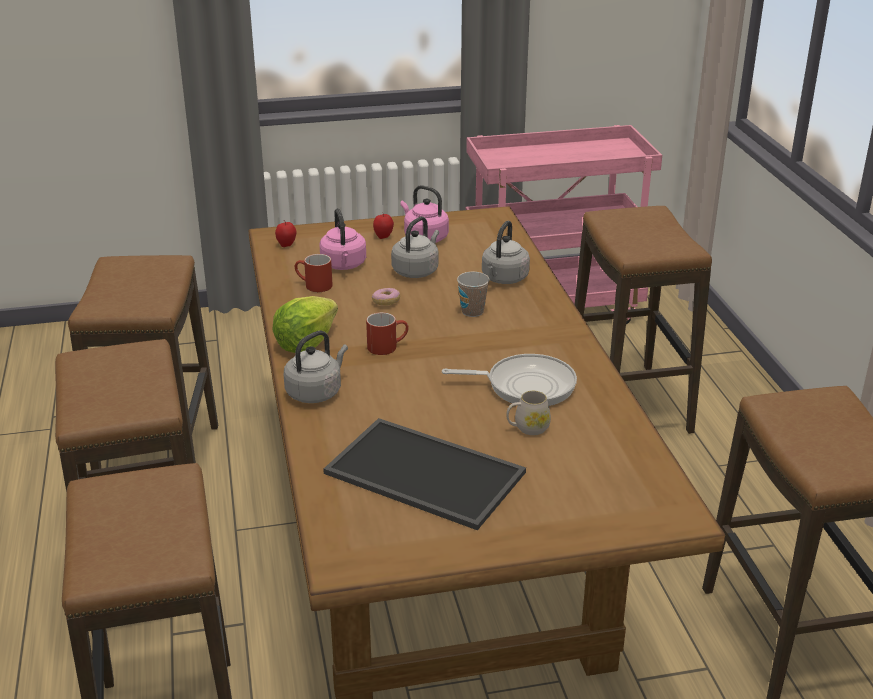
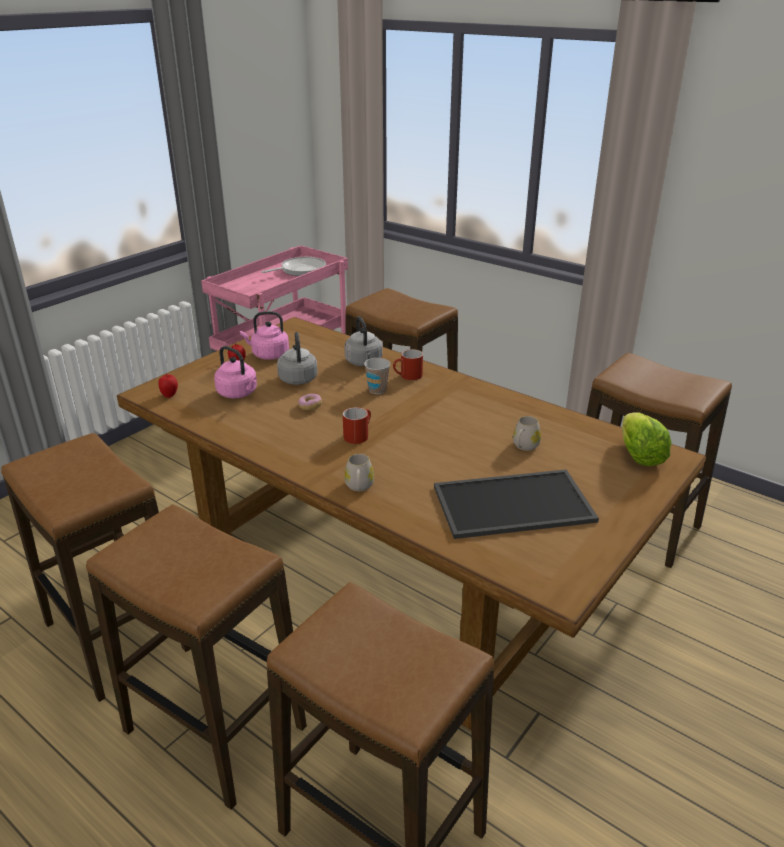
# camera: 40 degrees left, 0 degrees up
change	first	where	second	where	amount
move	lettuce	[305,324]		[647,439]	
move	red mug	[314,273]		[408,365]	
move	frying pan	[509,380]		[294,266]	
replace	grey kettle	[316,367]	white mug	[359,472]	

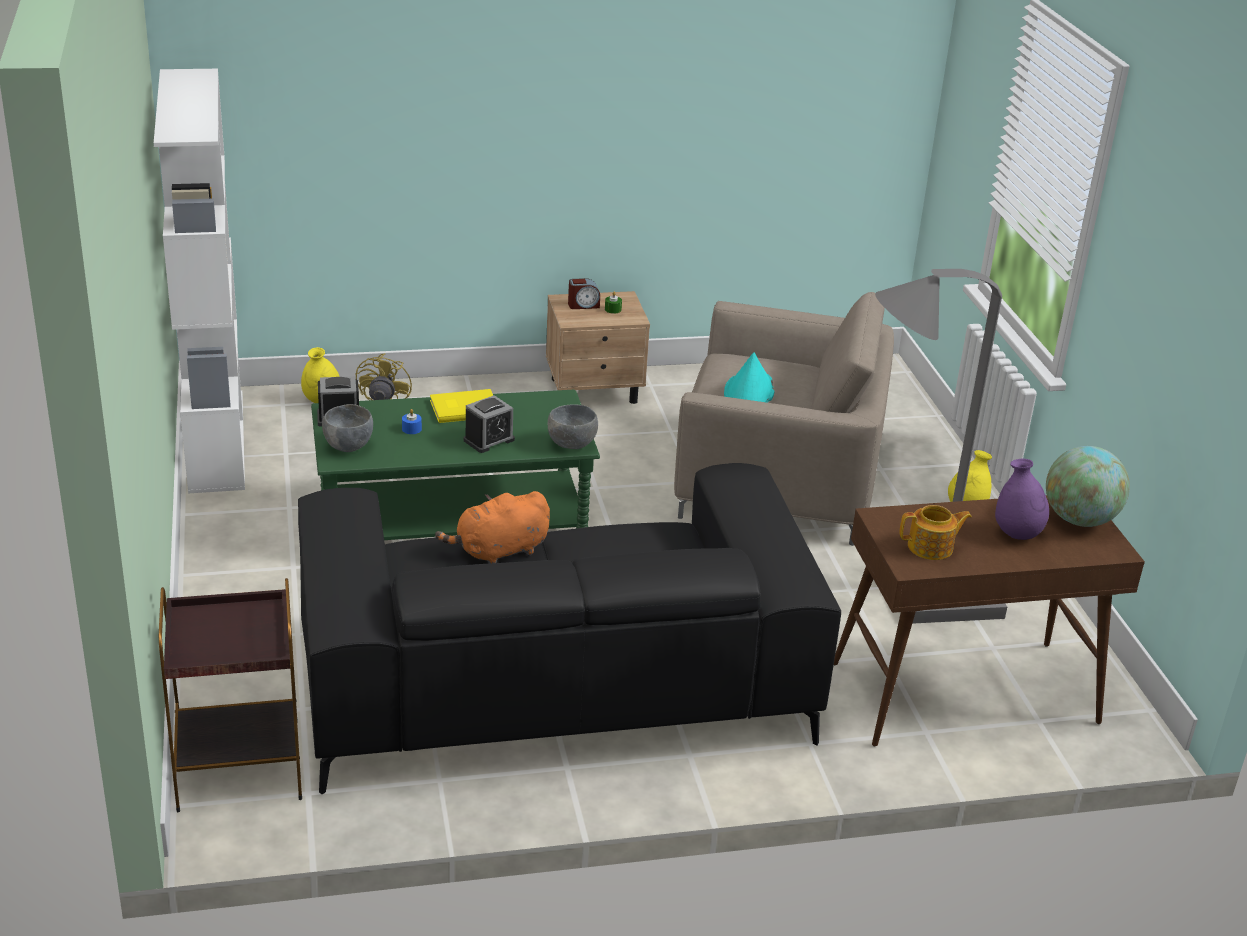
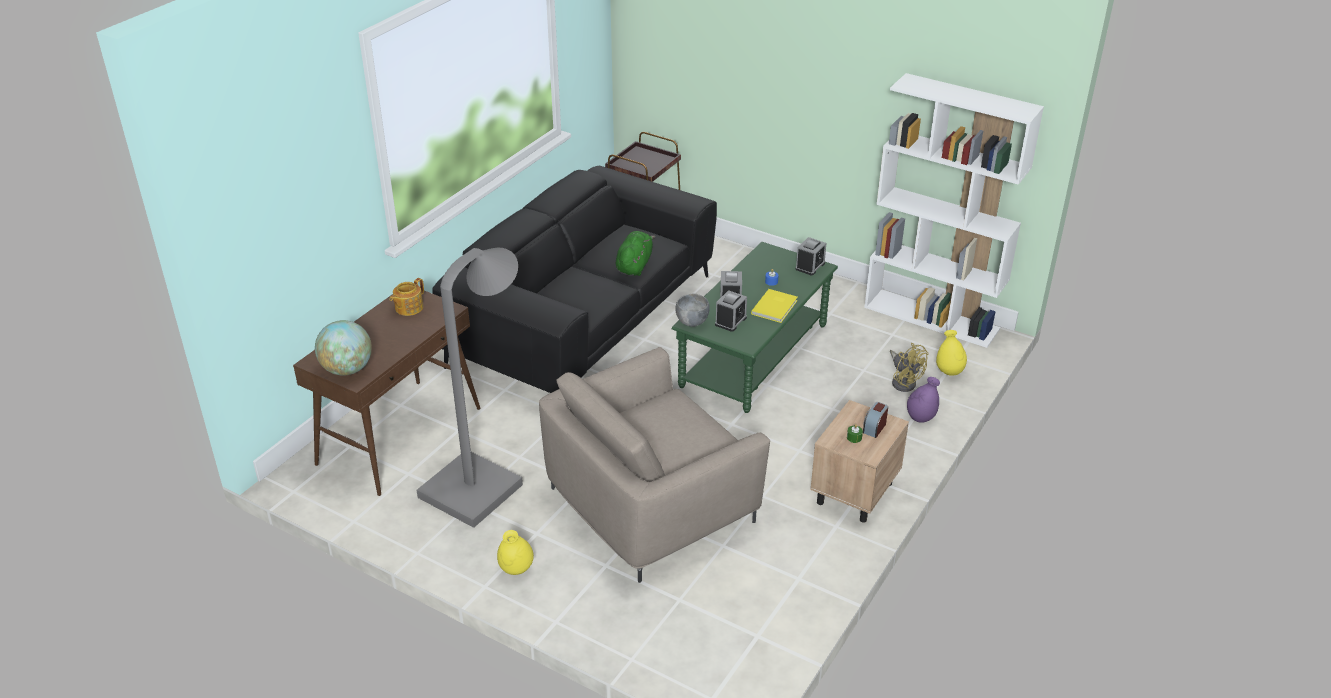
# camera: 135 degrees right, 5 degrees up
change	first	where	second	where	amount
delete	grey bowl	[347,428]			
delete	turquoise hat	[749,377]			
insert			alarm clock	[731,311]	
move	purple vase	[1022,499]		[923,400]	
recolor	orange plush toy	[492,527]	green plush toy	[635,253]	

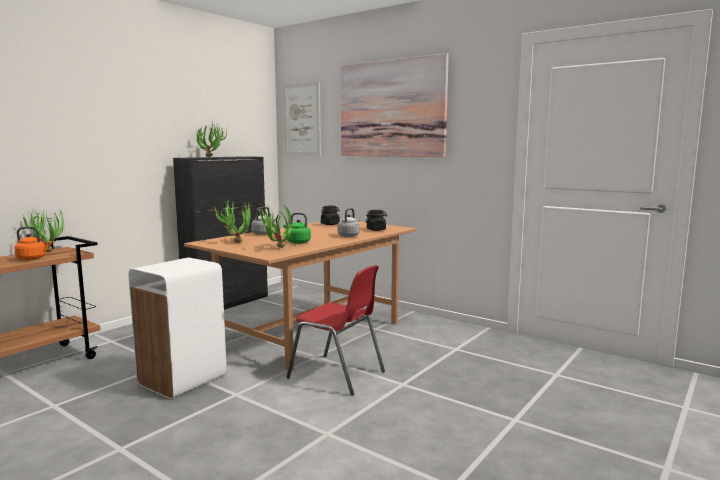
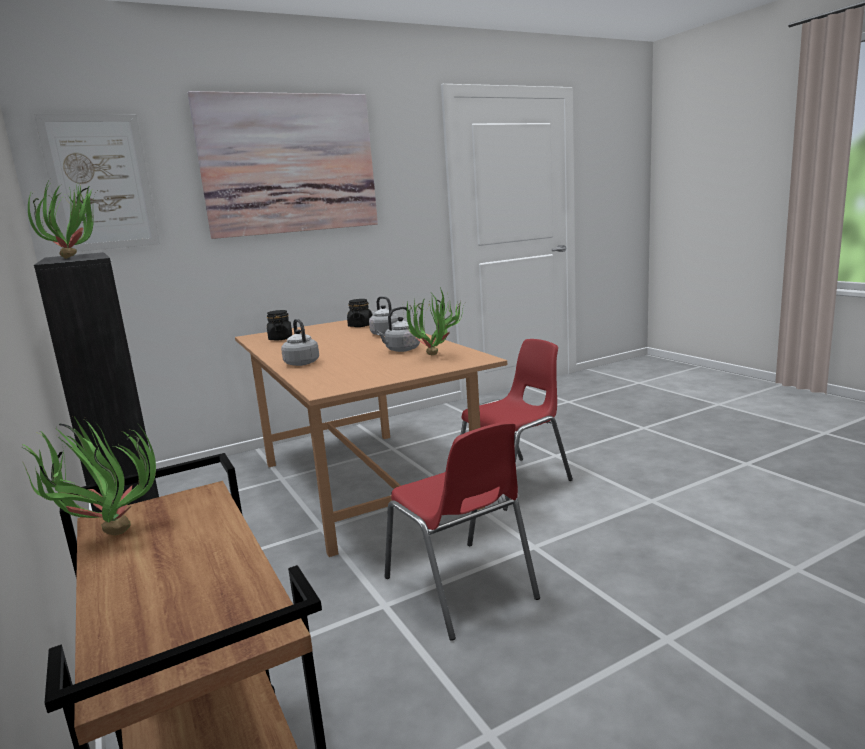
# camera: 65 degrees left, 5 degrees up
change	first	where	second	where	amount
delete	orange kettle	[32,243]			
delete	potted plant	[232,221]			
replace	white trash can	[178,328]	red chair	[462,531]	
recolor	green kettle	[297,228]	grey kettle	[398,329]	

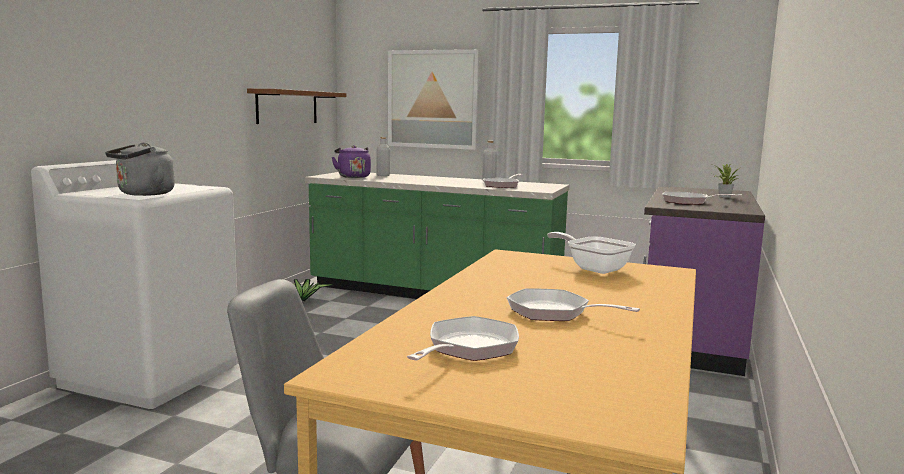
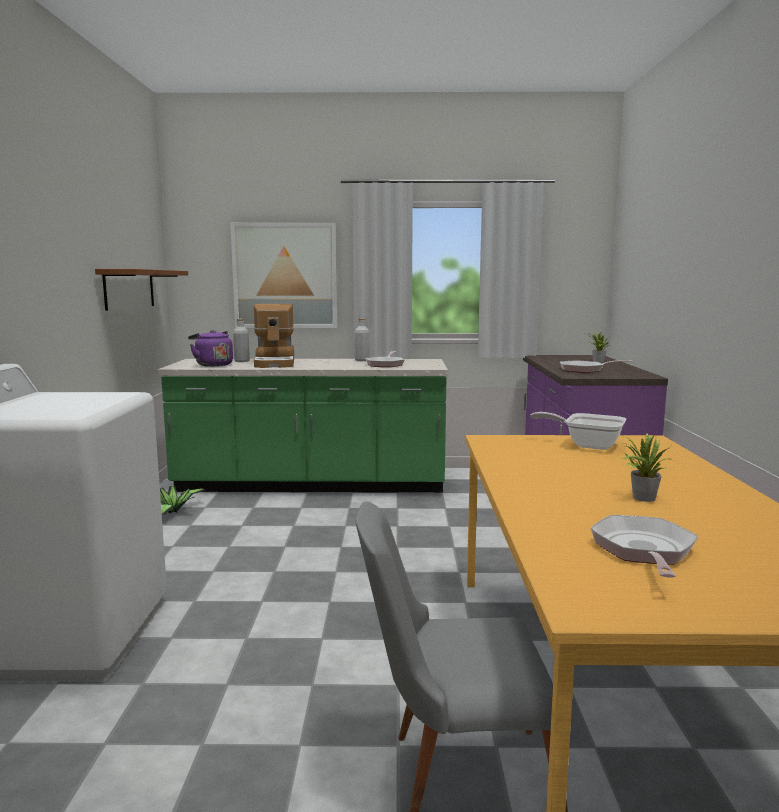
# camera: 20 degrees left, 0 degrees up
change	first	where	second	where	amount
delete	grey kettle	[140,169]			
insert			coffee machine	[274,336]	
replace	frying pan	[573,304]	potted plant	[647,467]	

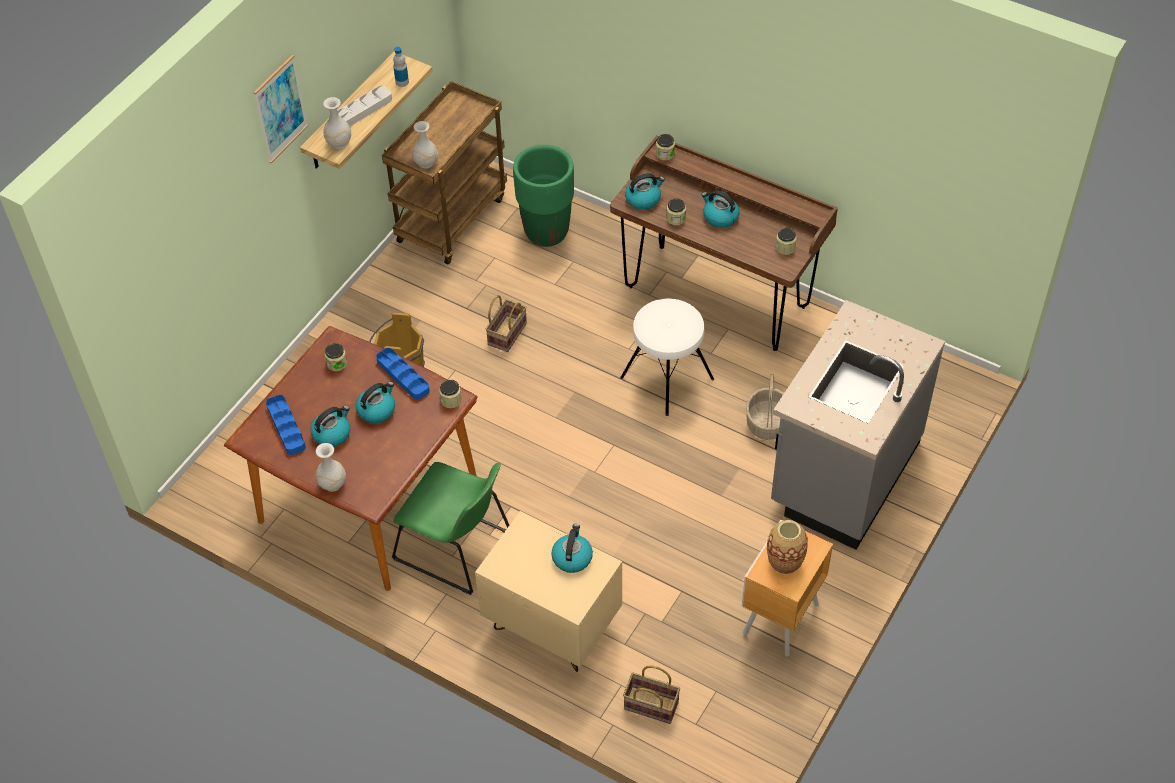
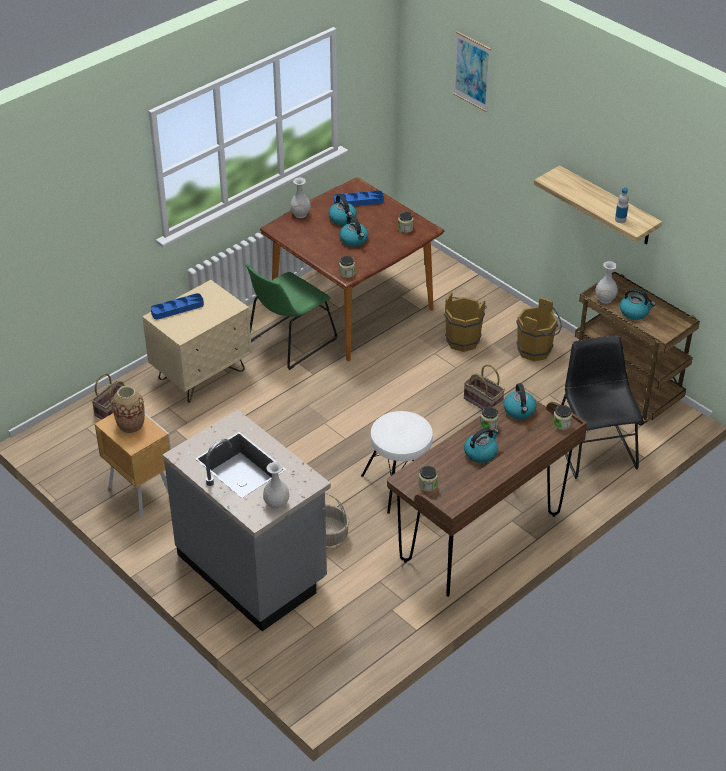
# camera: 105 degrees right, 10 degrees down
change	first	where	second	where	amount
delete	grey tray	[364,105]			
insert			brown bucket	[539,329]	
move	picture	[281,109]		[472,71]	
move	white vase	[337,123]		[276,486]	
move	blue tray	[403,374]		[177,306]	
move	kettle	[572,548]		[638,304]	
replace	green planter	[543,196]	black chair	[602,407]	

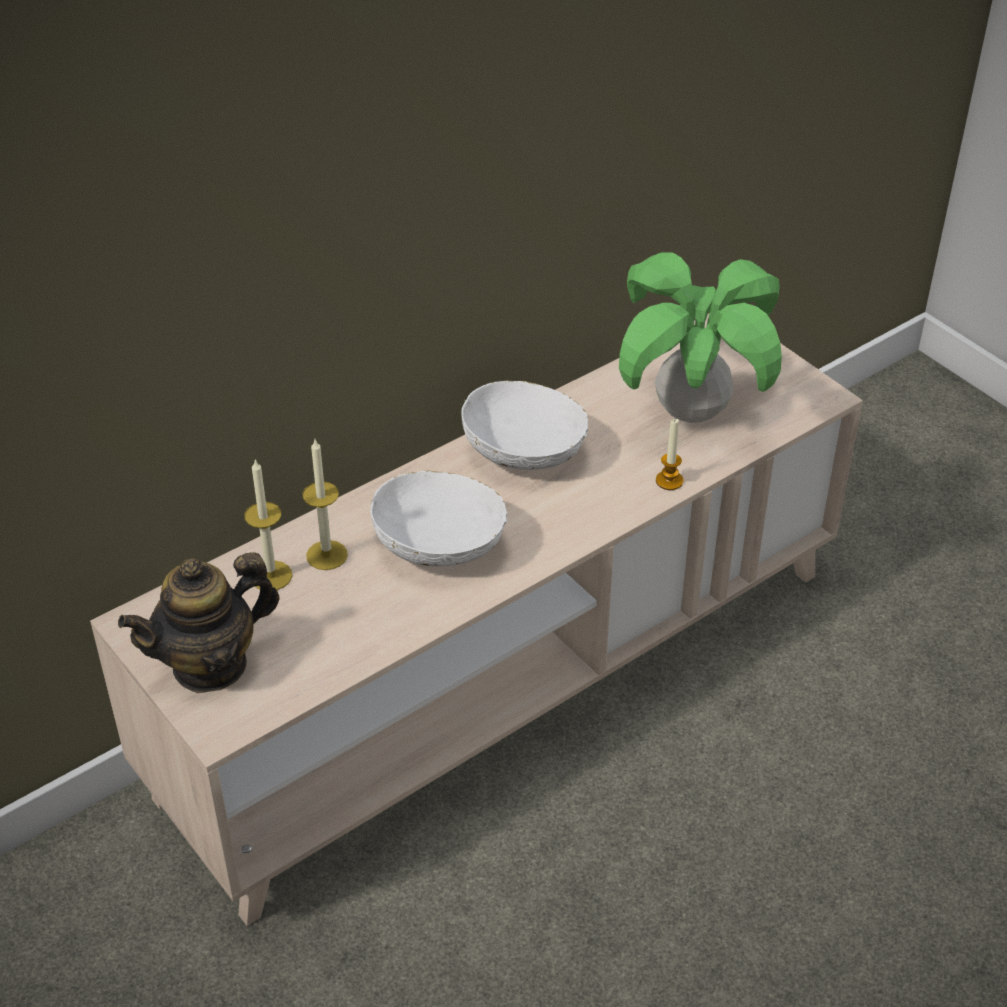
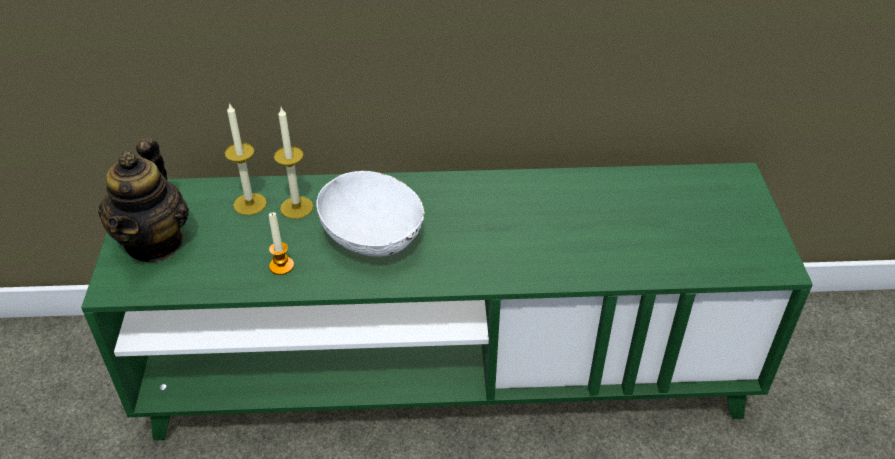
# camera: 35 degrees right, 0 degrees up
change	first	where	second	where	amount
delete	white bowl	[524,425]			
delete	potted plant	[700,337]			
move	candle	[669,454]		[281,243]	
recolor	beige tv stand	[476,620]	green tv stand	[447,301]	
rotate	teapot	[198,622]		[143,200]	90 degrees counterclockwise

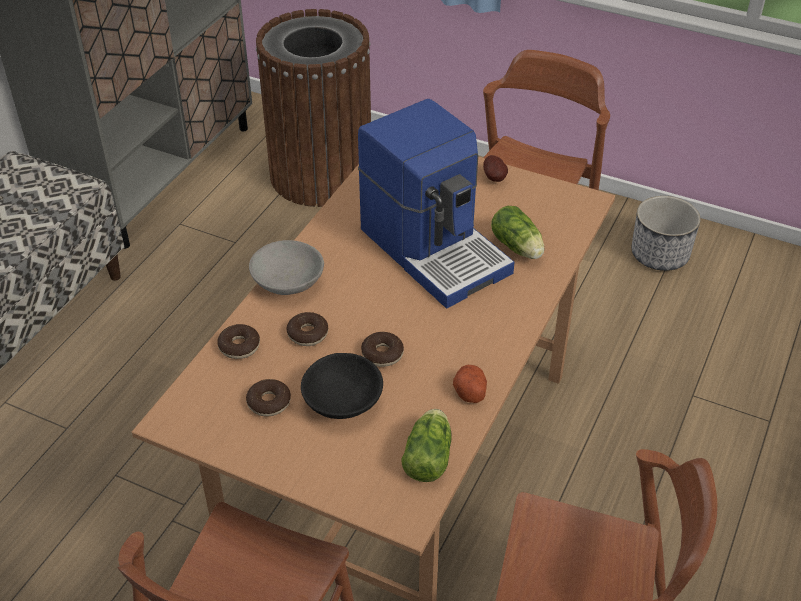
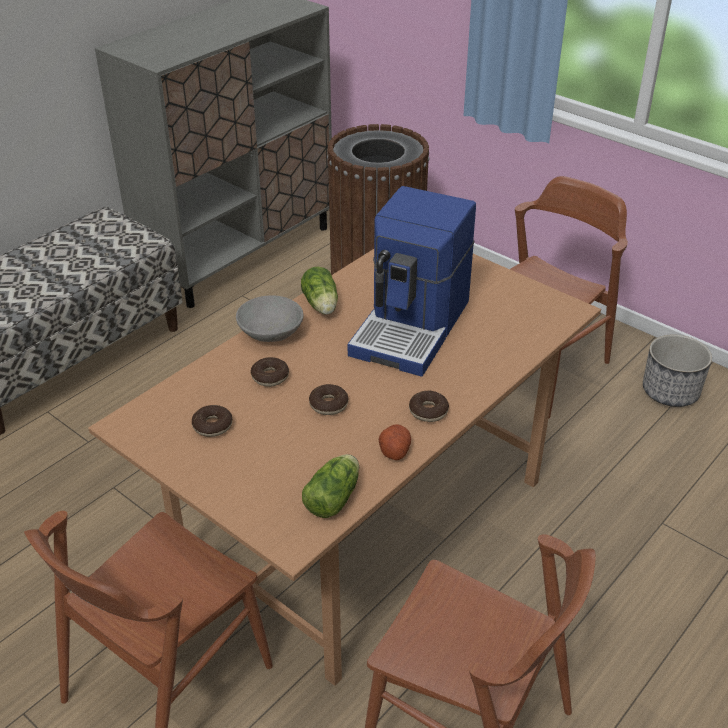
# camera: 15 degrees right, 5 degrees down
change	first	where	second	where	amount
delete	black bowl	[342,386]			
delete	potato	[495,168]			
move	donut	[238,341]		[429,406]	
move	lettuce	[517,232]		[319,291]	
rotate	coffee machine	[436,204]		[412,281]	45 degrees clockwise

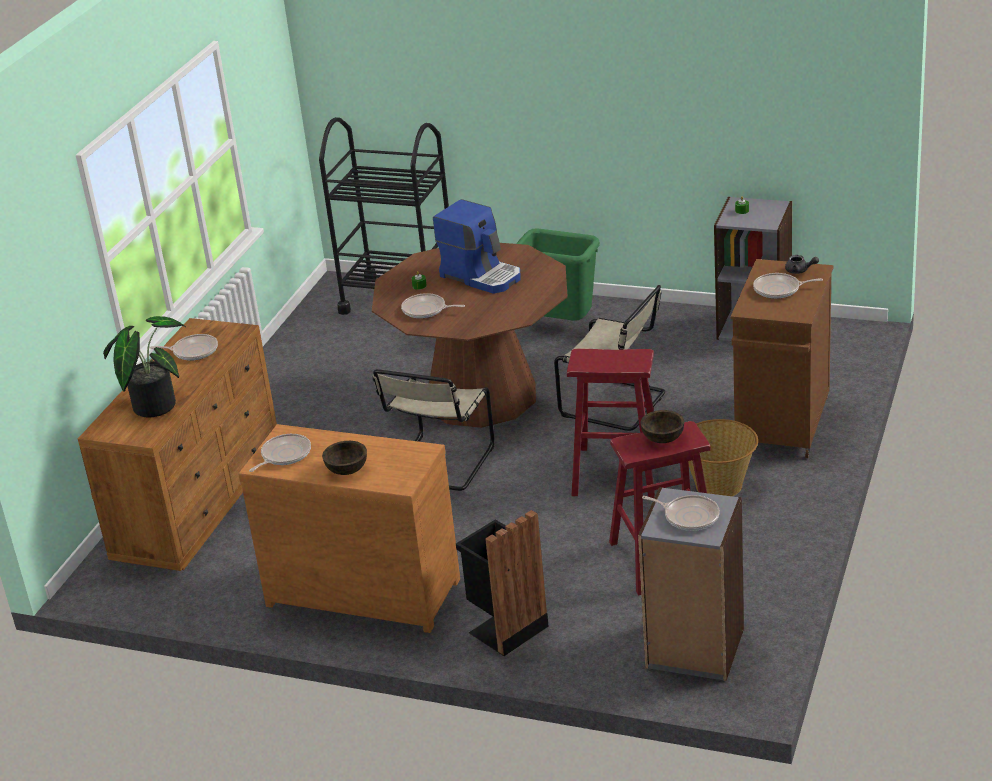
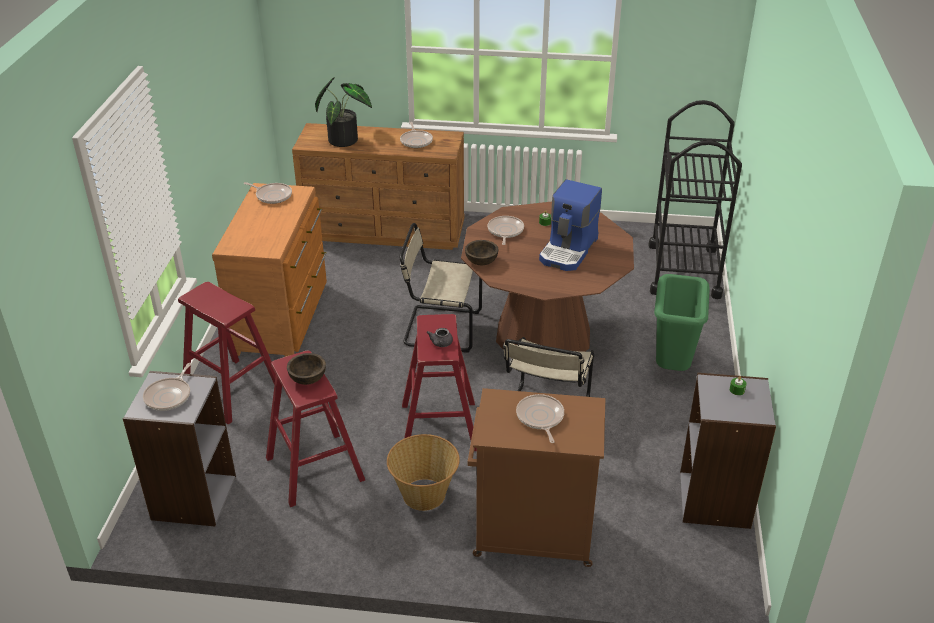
# camera: 75 degrees right, 5 degrees up
change	first	where	second	where	amount
move	brown bowl	[344,458]		[481,252]	
move	grey teapot	[802,264]		[440,337]	
replace	black trash can	[502,583]	red stool	[227,353]	

